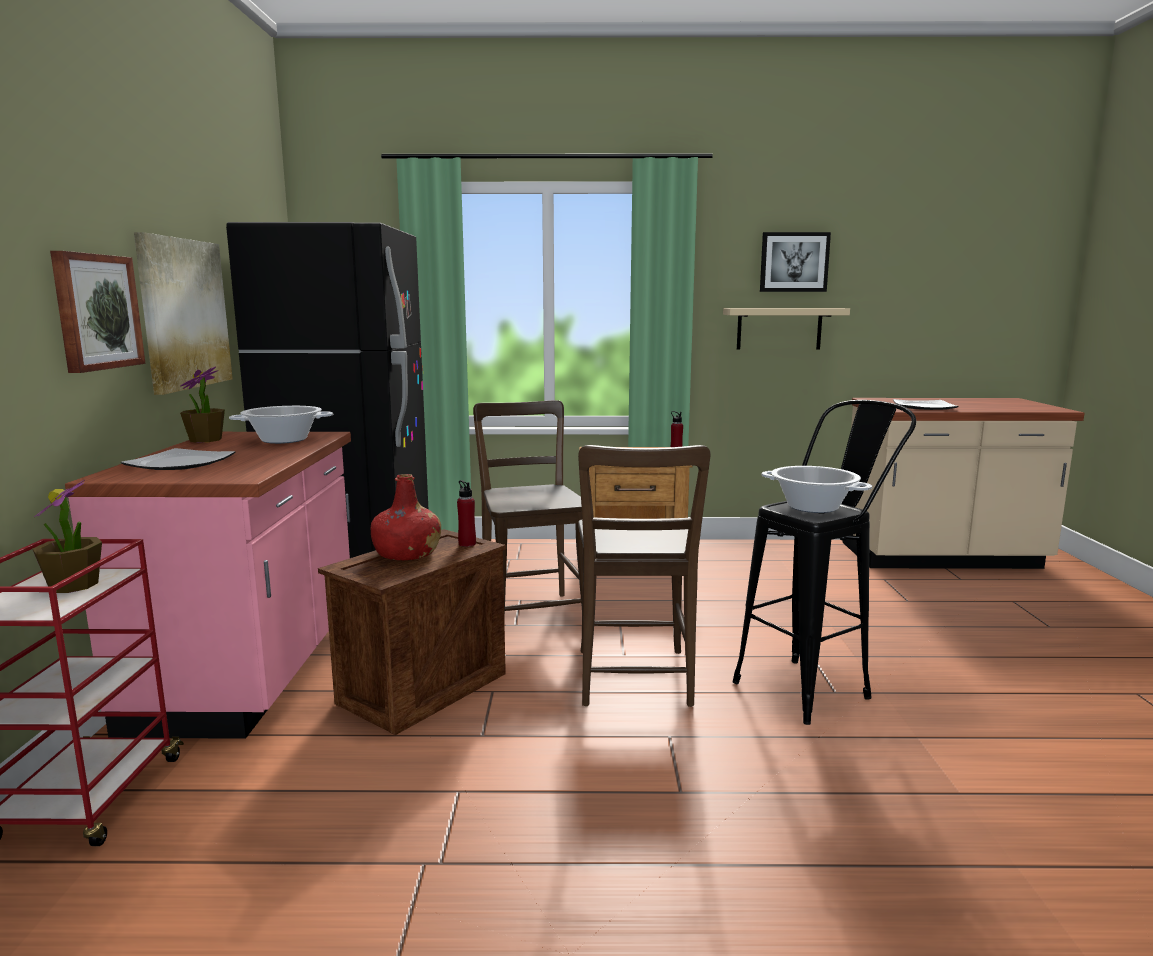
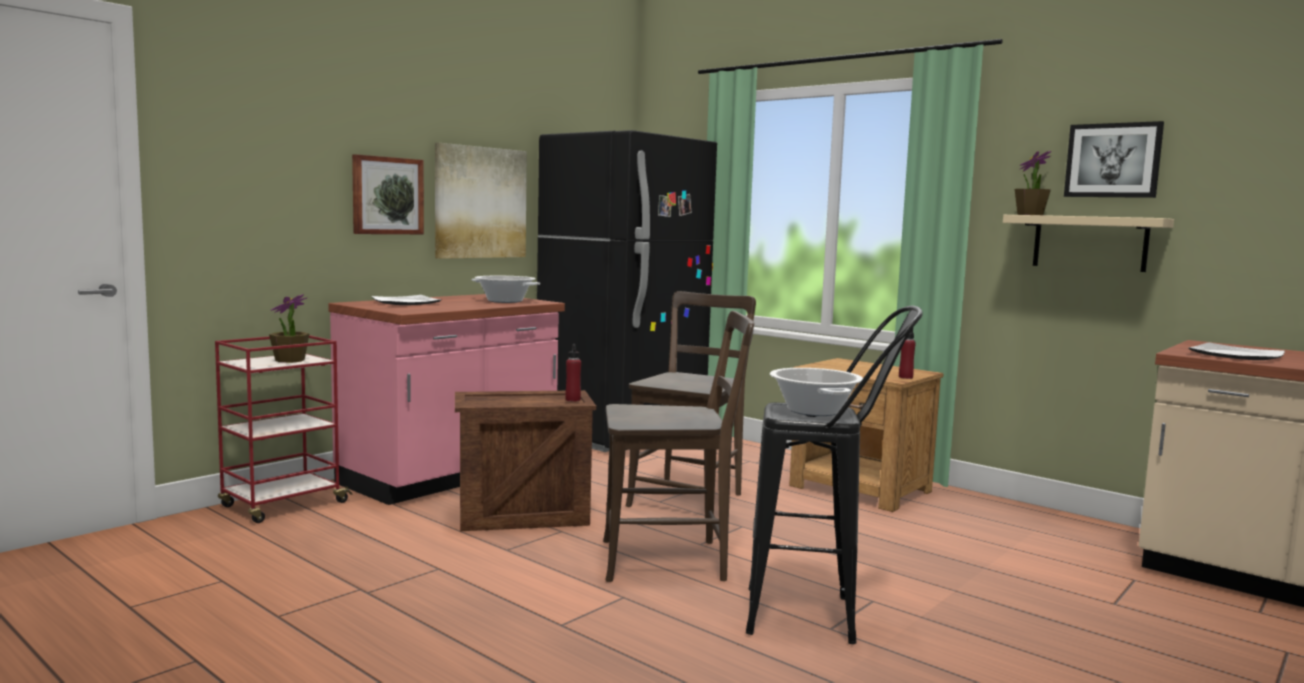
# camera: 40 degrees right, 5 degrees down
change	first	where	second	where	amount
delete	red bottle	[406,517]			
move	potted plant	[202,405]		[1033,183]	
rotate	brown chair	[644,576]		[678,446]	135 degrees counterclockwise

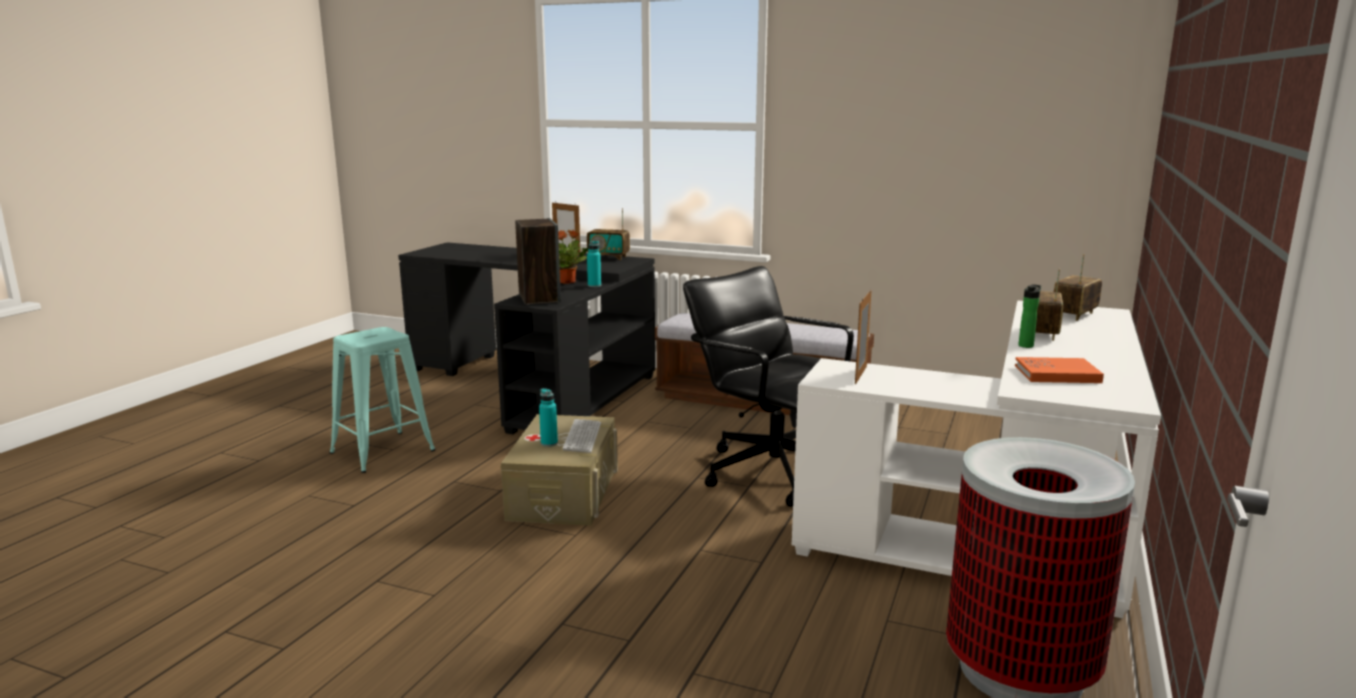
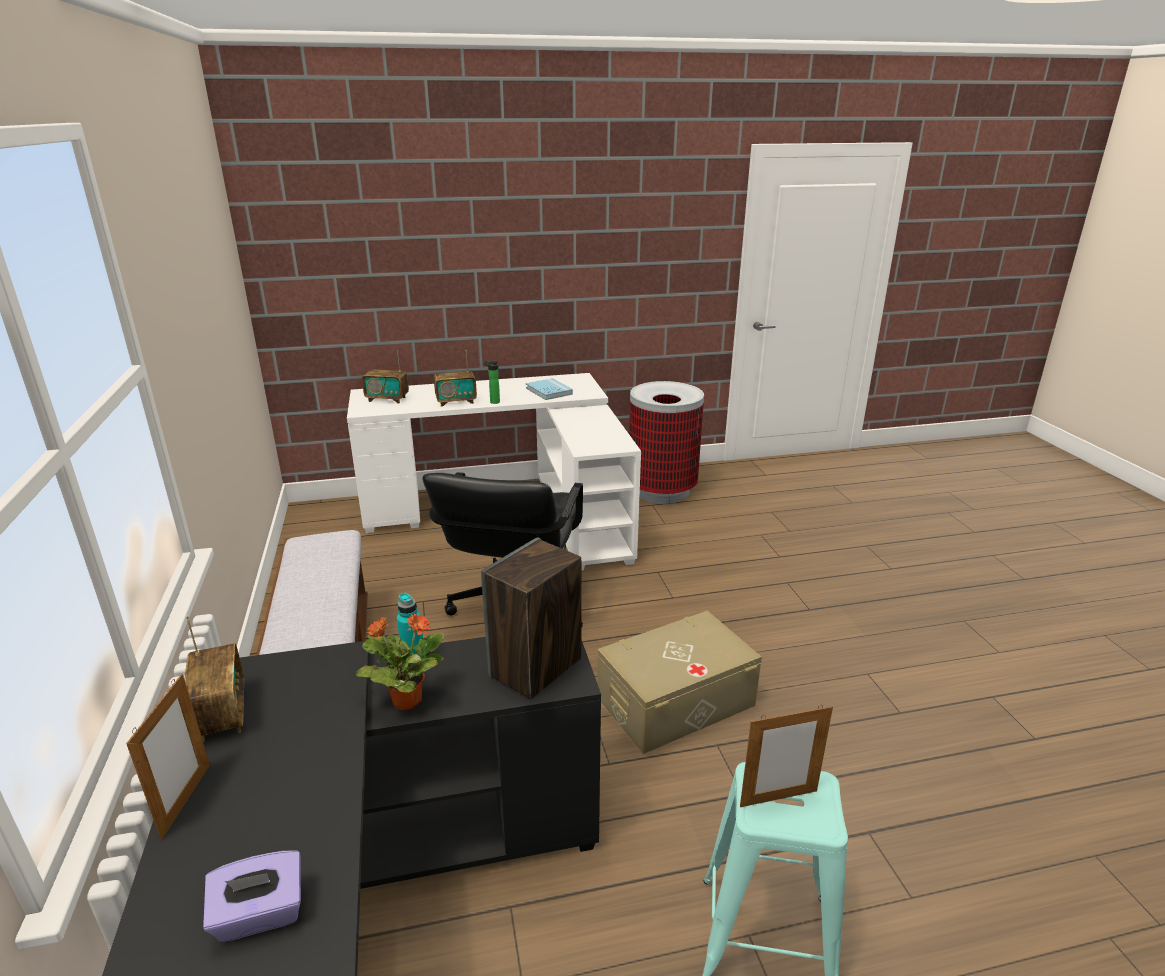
# camera: 125 degrees left, 10 degrees up
change	first	where	second	where	amount
delete	turquoise bottle	[548,417]			
delete	keyboard	[582,436]			
insert			purple tissue box	[252,896]	
move	picture frame	[863,336]		[786,756]	
recolor	orange book	[1059,370]	blue book	[549,389]	

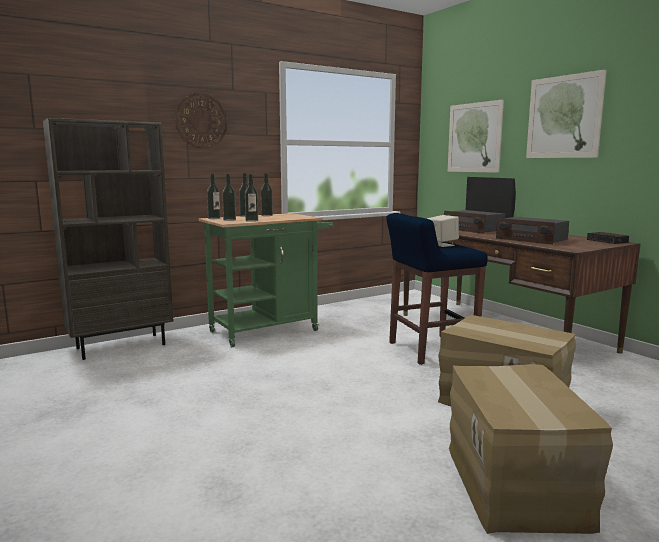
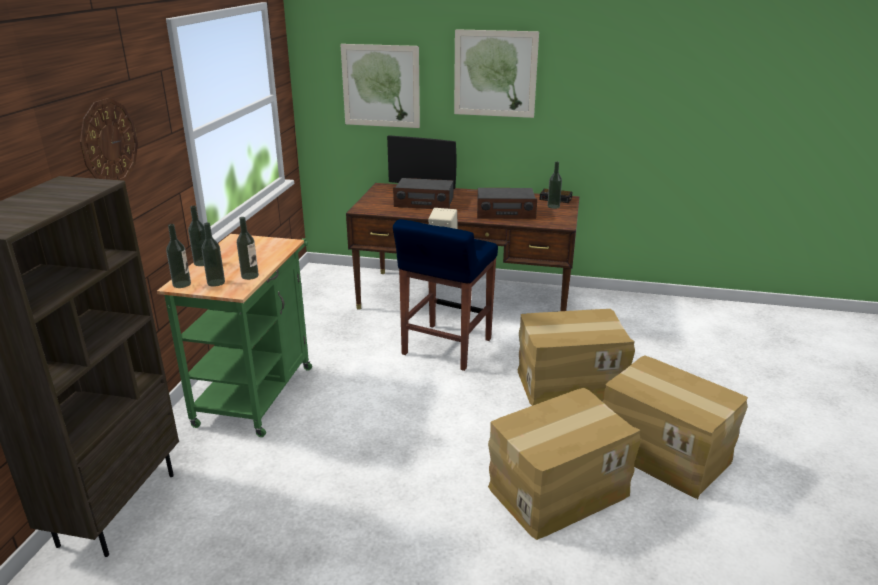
# camera: 45 degrees left, 15 degrees up
change	first	where	second	where	amount
insert			cardboard box	[564,464]	
move	bottle	[267,194]		[554,185]	

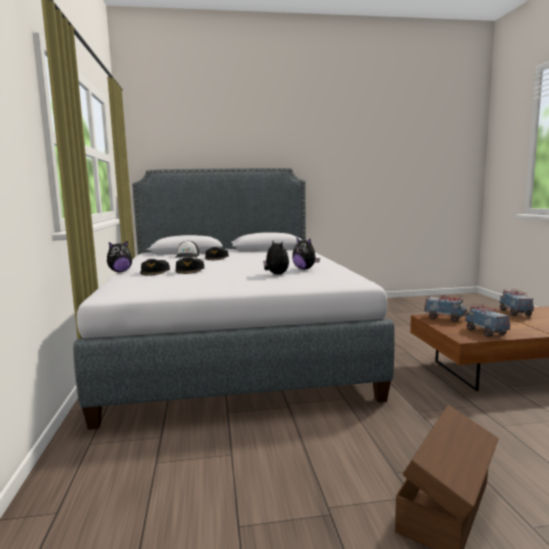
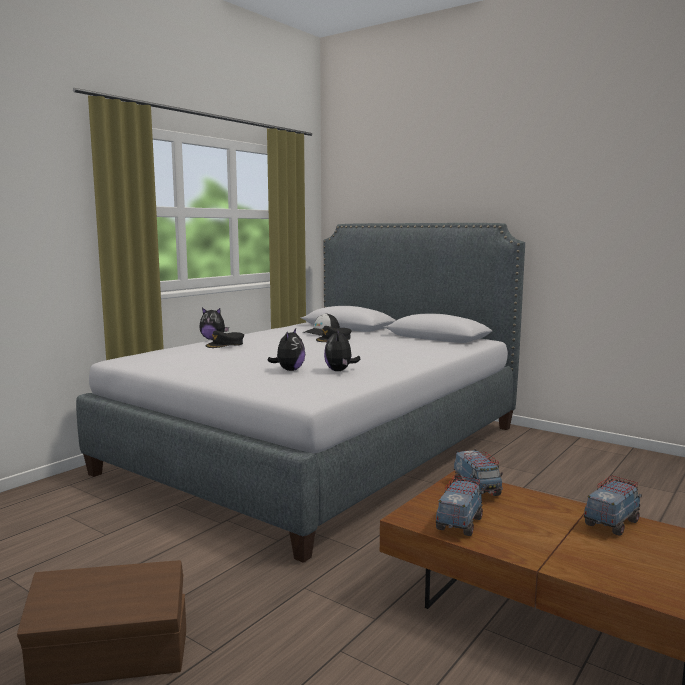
# camera: 45 degrees right, 0 degrees up
change	first	where	second	where	amount
delete	black cap	[189,265]			

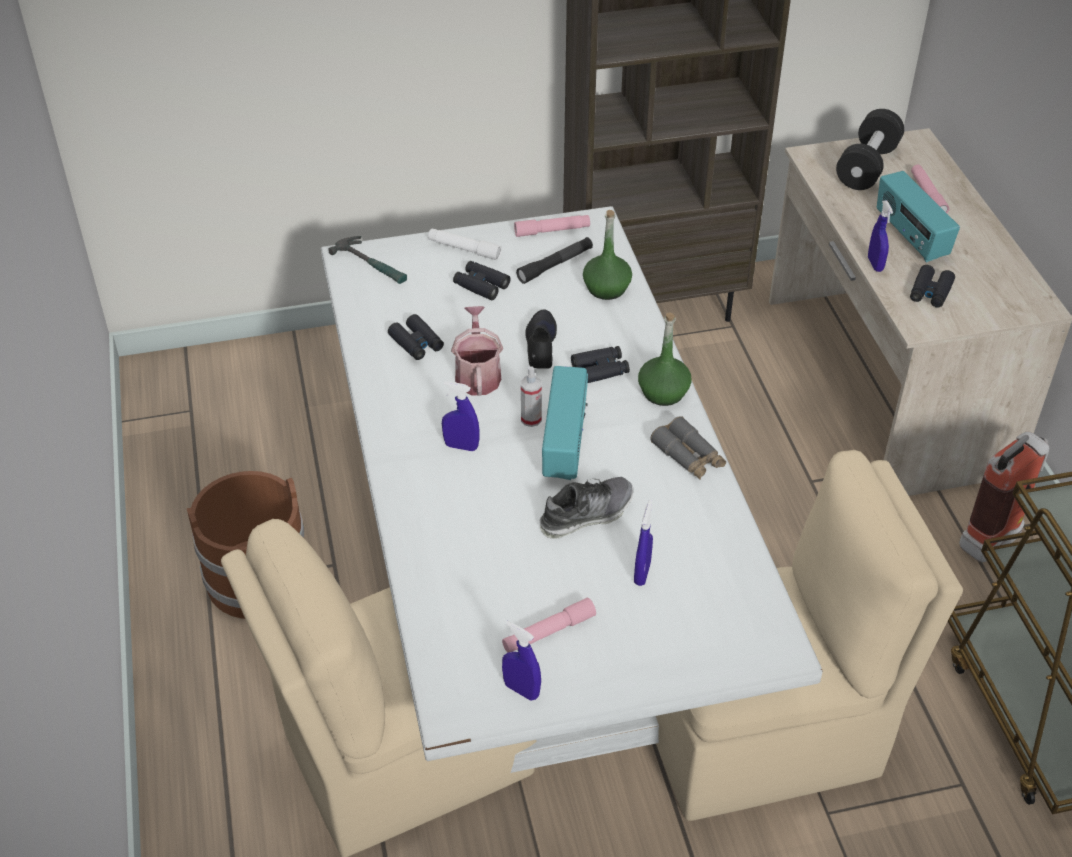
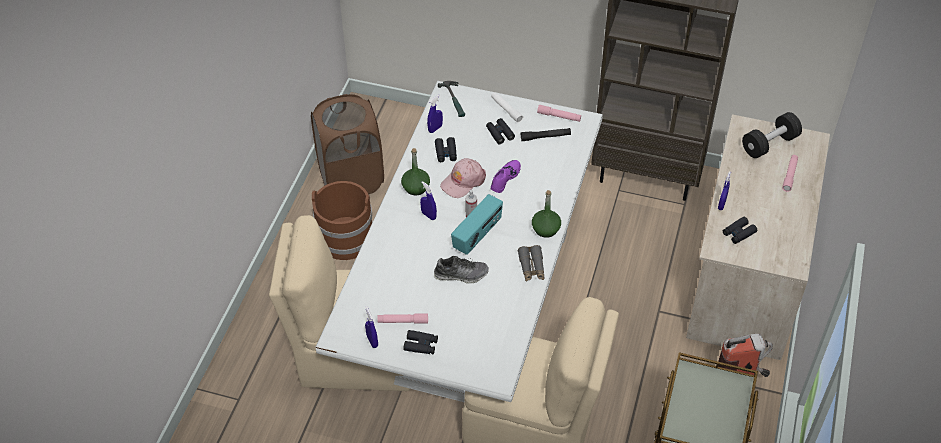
# camera: 30 degrees right, 5 degrees up
change	first	where	second	where	amount
delete	radio	[918,217]			
insert			brown laundry basket	[347,144]	
move	black binoculars	[600,364]		[420,342]	
move	green bottle	[607,255]		[415,172]	
move	blue spray bottle	[643,543]		[435,113]	
replace	watering can	[477,351]	pink cap	[463,178]	
recolor	black shoe	[541,339]	purple shoe	[506,176]	

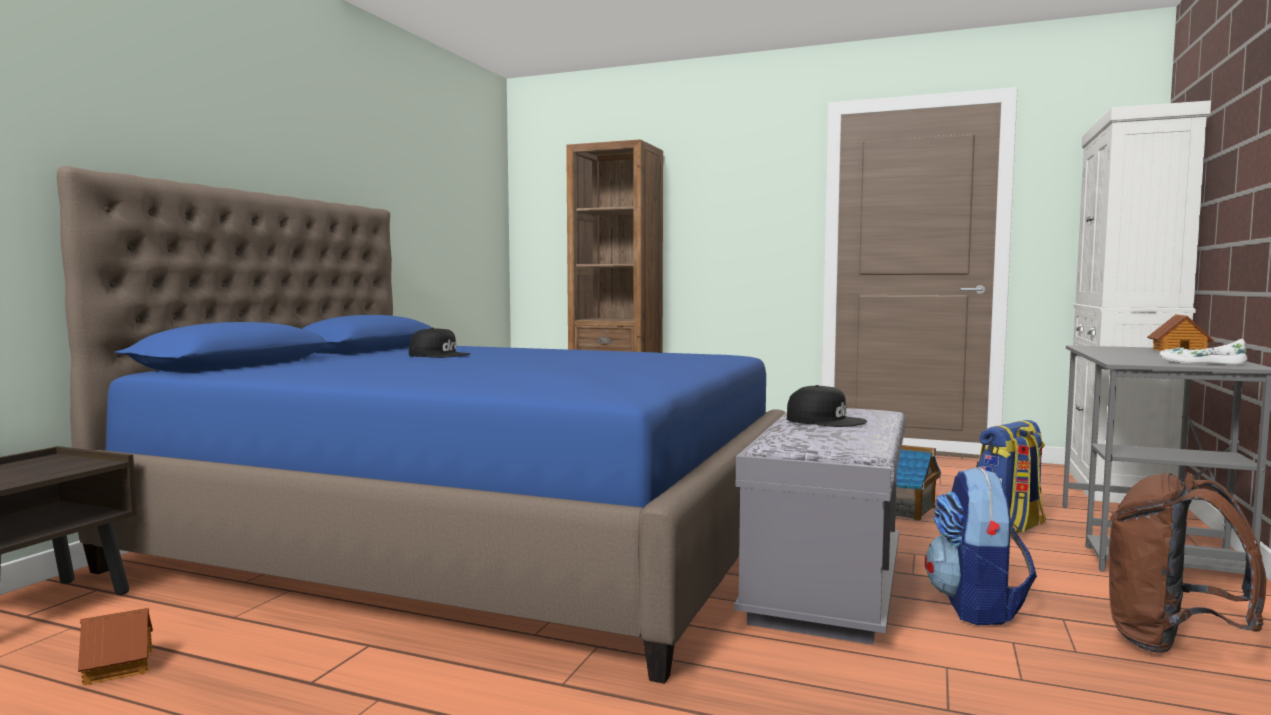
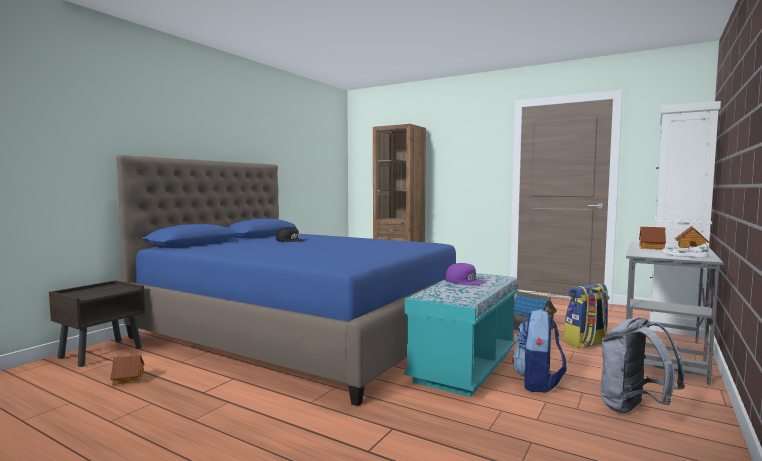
# camera: 10 degrees right, 0 degrees up
change	first	where	second	where	amount
insert			toy house	[652,238]	
recolor	grey bench	[820,526]	turquoise bench	[461,335]	
recolor	black cap	[827,406]	purple cap	[465,274]	
recolor	brown backpack	[1188,562]	grey backpack	[642,365]	

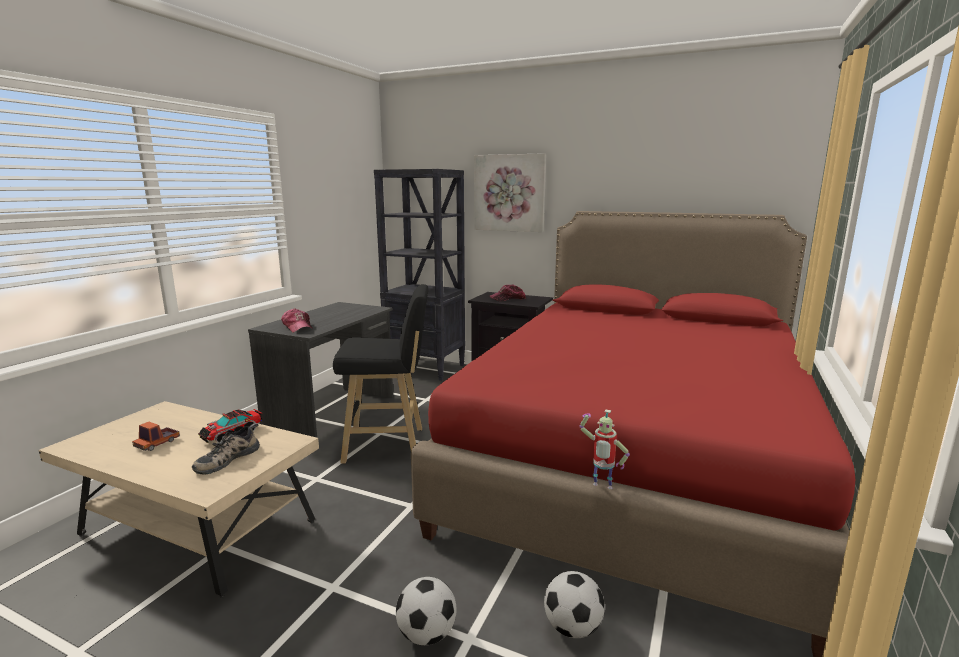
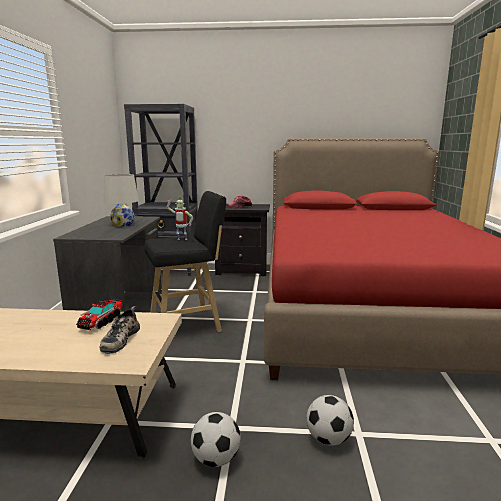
# camera: 20 degrees left, 0 degrees up
change	first	where	second	where	amount
delete	toy truck	[156,436]			
delete	cap	[297,320]			
delete	picture	[510,192]			
insert			white table lamp	[121,200]	
move	football	[574,604]		[216,439]	
move	toy robot	[604,449]		[180,218]	

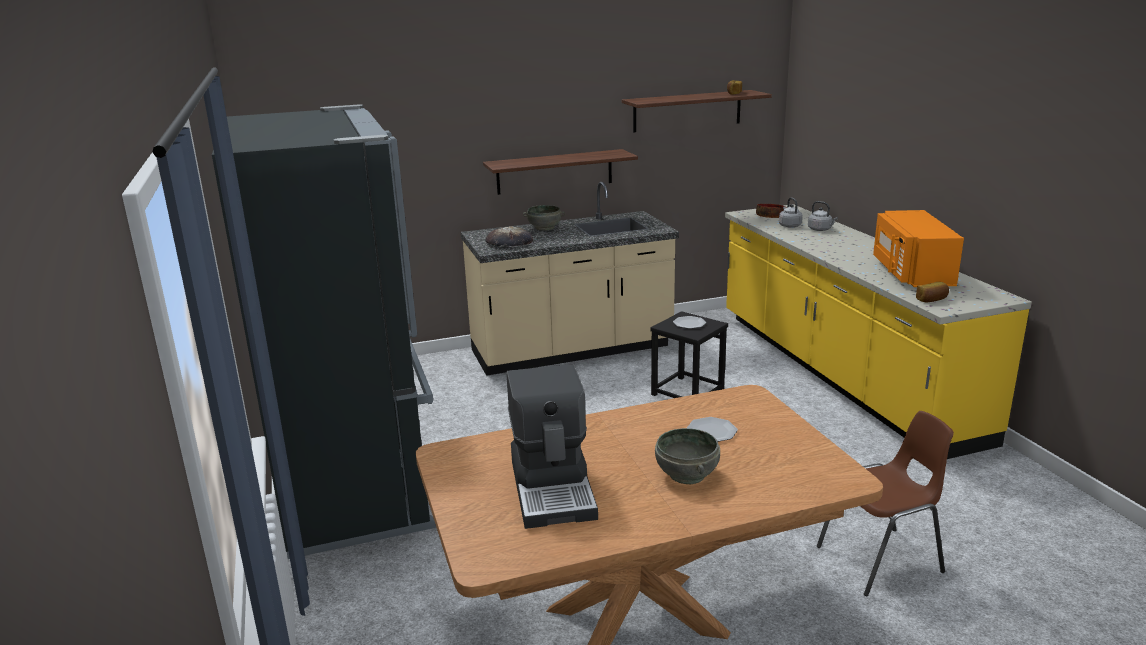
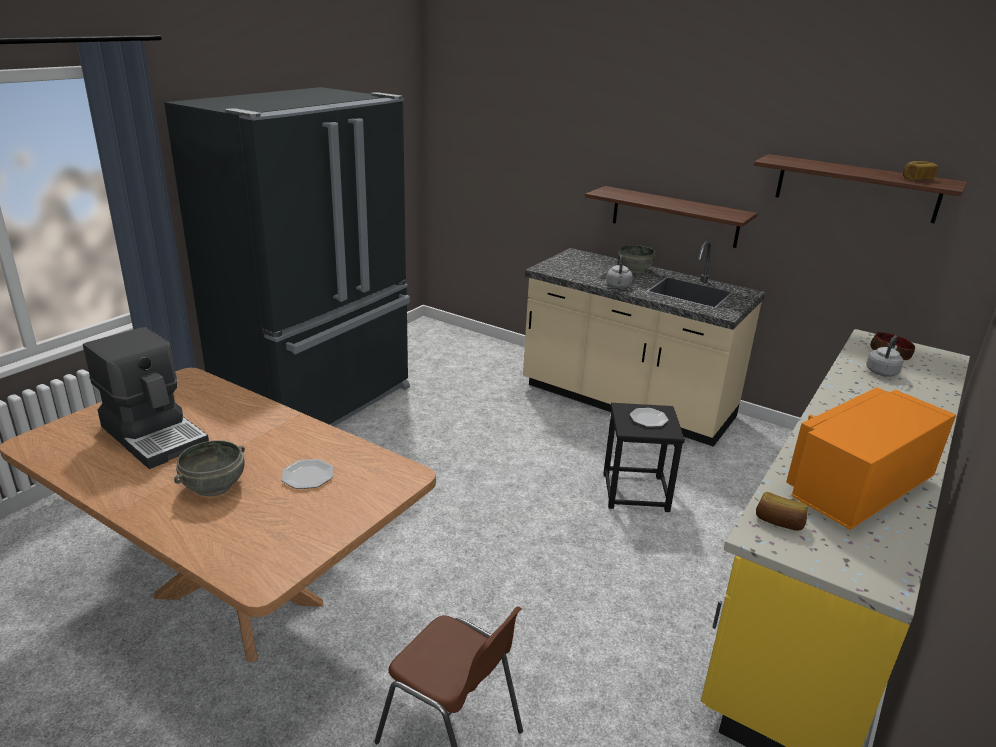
# camera: 50 degrees right, 5 degrees up
change	first	where	second	where	amount
delete	bread	[509,236]			
move	grey kettle	[823,216]		[619,271]	
rotate	coffee machine	[552,446]		[146,398]	90 degrees counterclockwise

